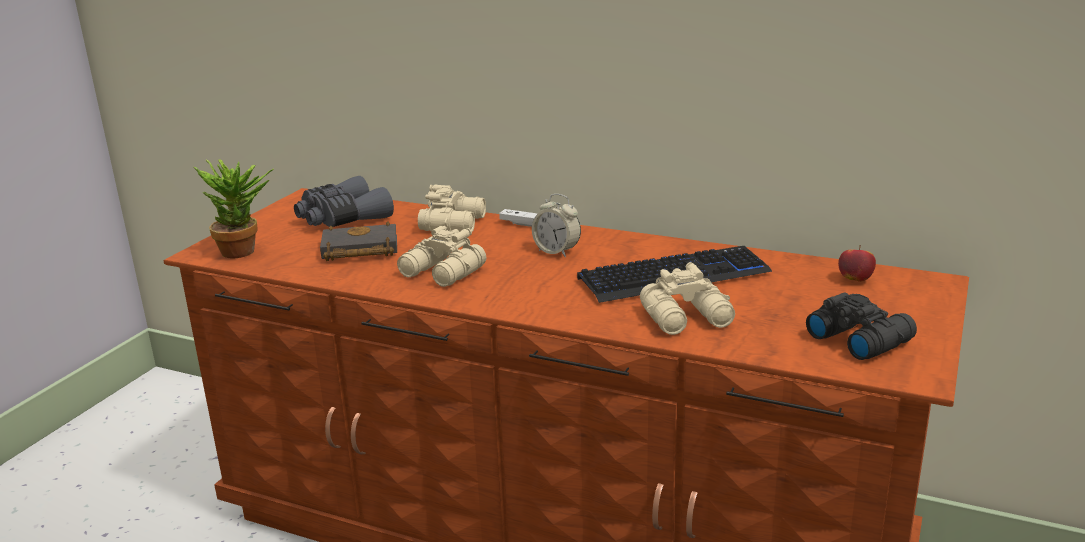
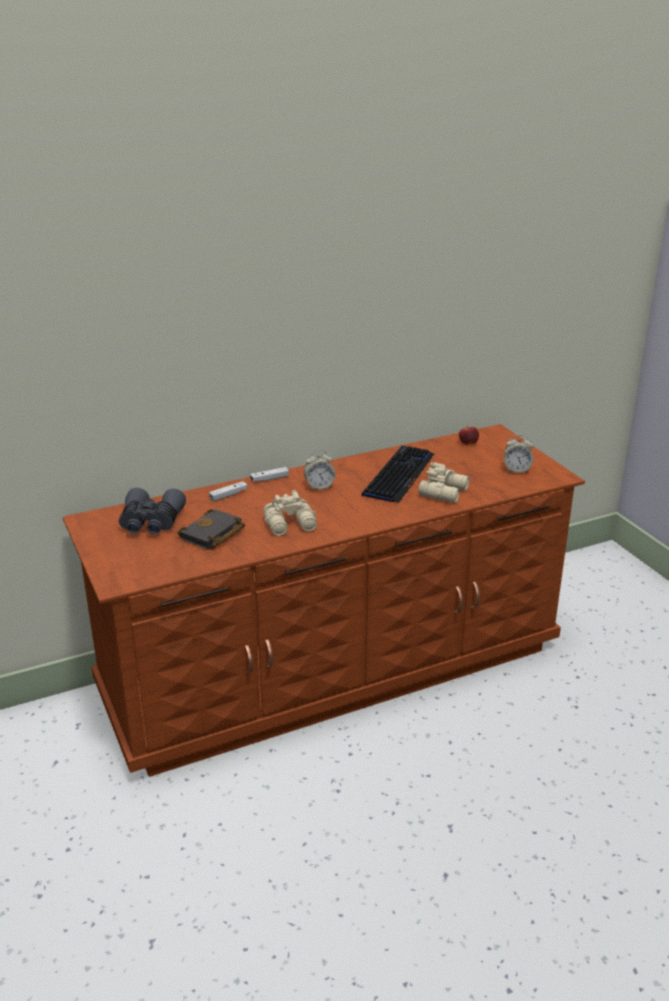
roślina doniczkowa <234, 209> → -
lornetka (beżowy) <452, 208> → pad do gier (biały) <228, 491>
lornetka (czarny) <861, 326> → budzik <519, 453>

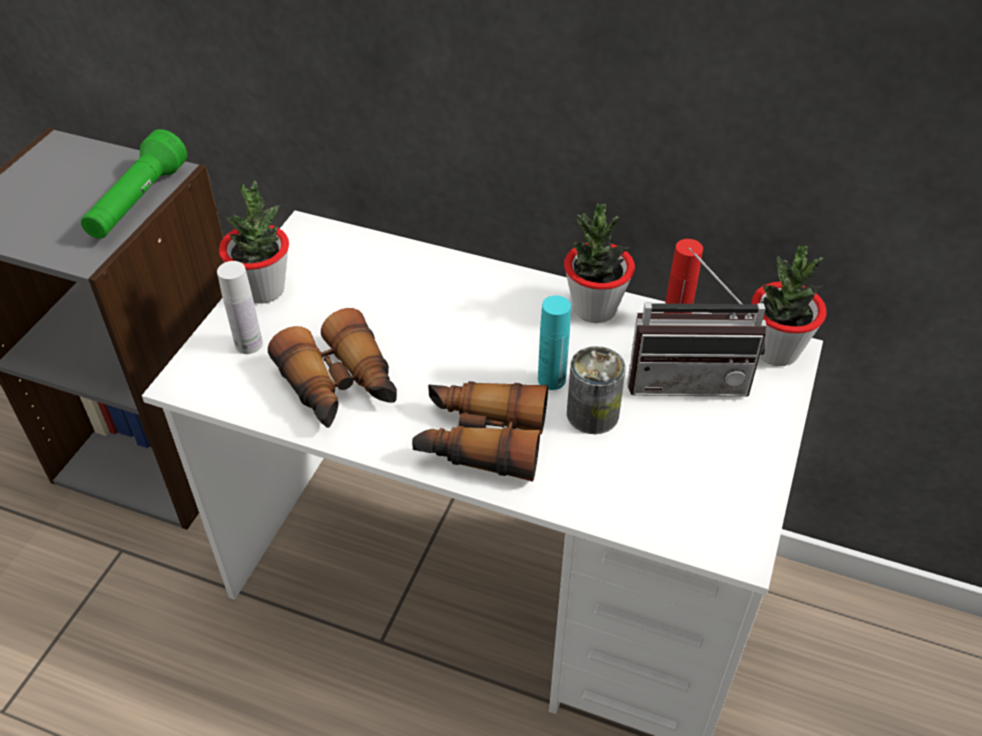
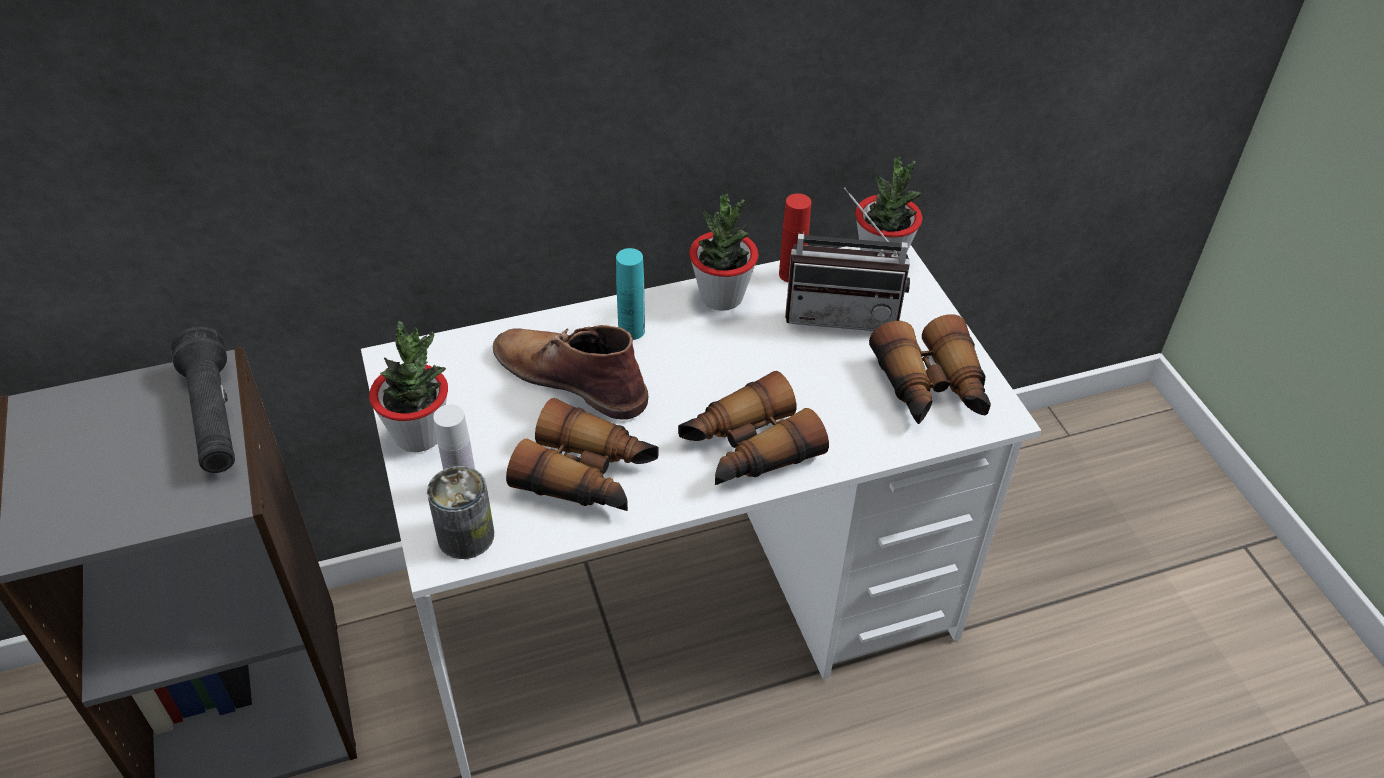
latarka (zielony) <134, 184> → latarka (czarny) <203, 399>
butelka (turkusowy) <554, 342> → butelka (turkusowy) <630, 294>, move
puszka <596, 390> → puszka <460, 512>, move
radio <697, 322> → radio <847, 259>, 45 degrees clockwise
- → but z cholewką (brązowy) <570, 372>
- → lornetka <930, 369>

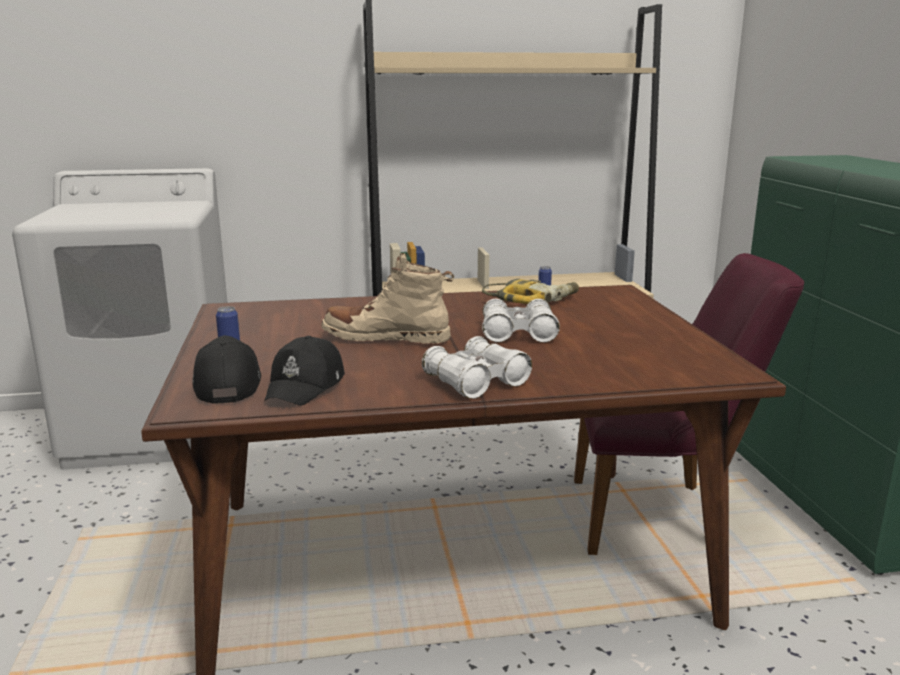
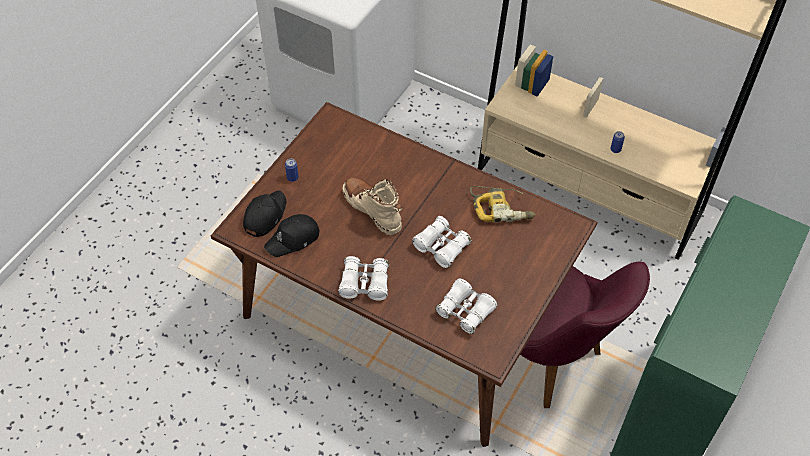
- → lornetka (biały) <466, 306>

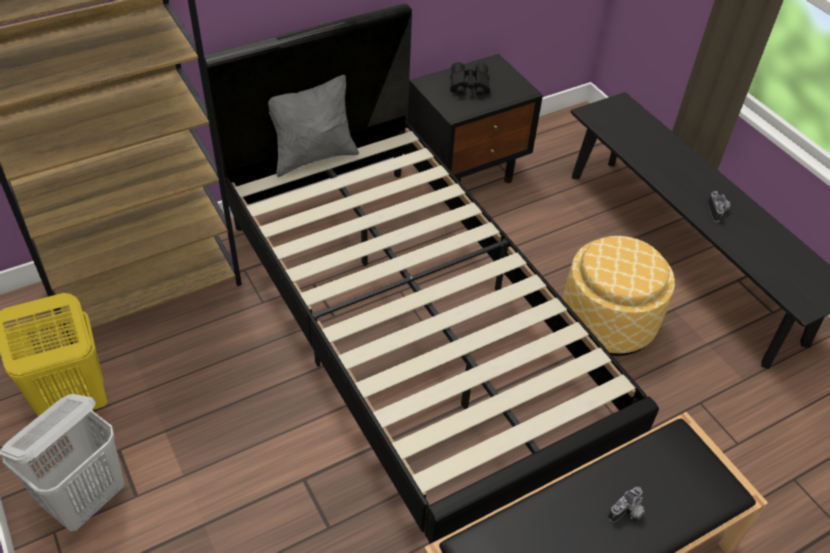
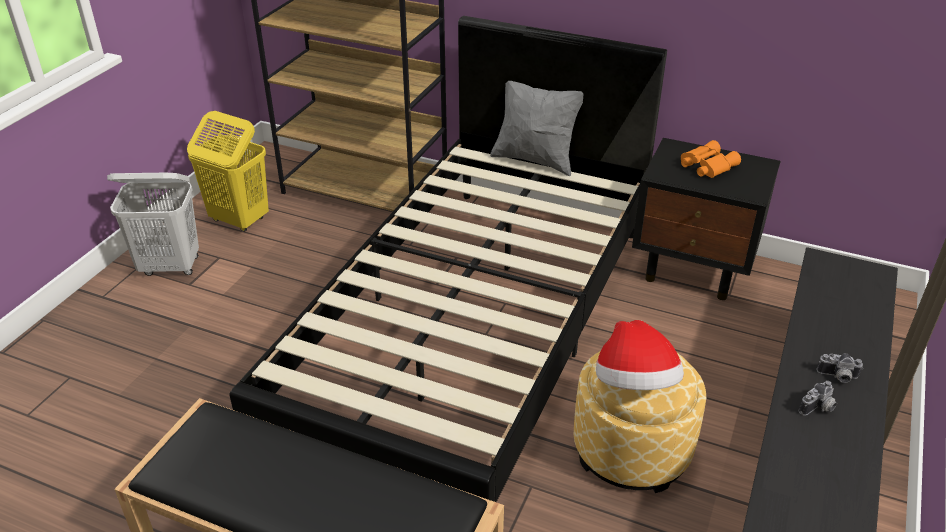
lornetka (czarny) <470, 79> → lornetka (pomarańczowy) <711, 159>
aparat fotograficzny <626, 505> → aparat fotograficzny <839, 368>, move
- → kapelusz <640, 355>

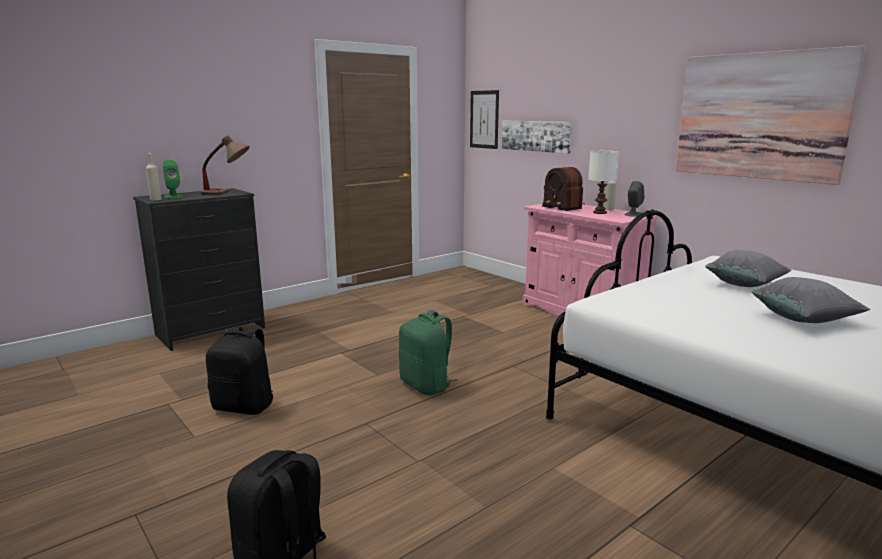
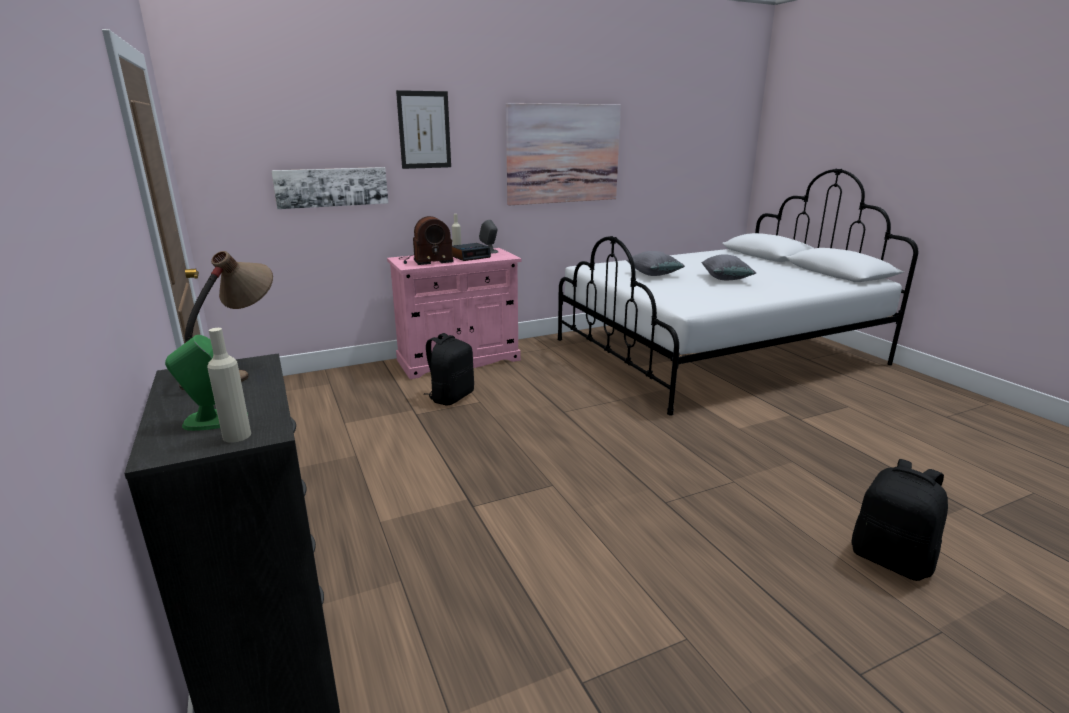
plecak (czarny) <239, 370> → plecak (czarny) <449, 369>, move
plecak (zielony) <428, 352> → -
obraz <484, 119> → obraz <423, 129>, move
lampa stołowa (biały) <603, 182> → budzik <471, 252>

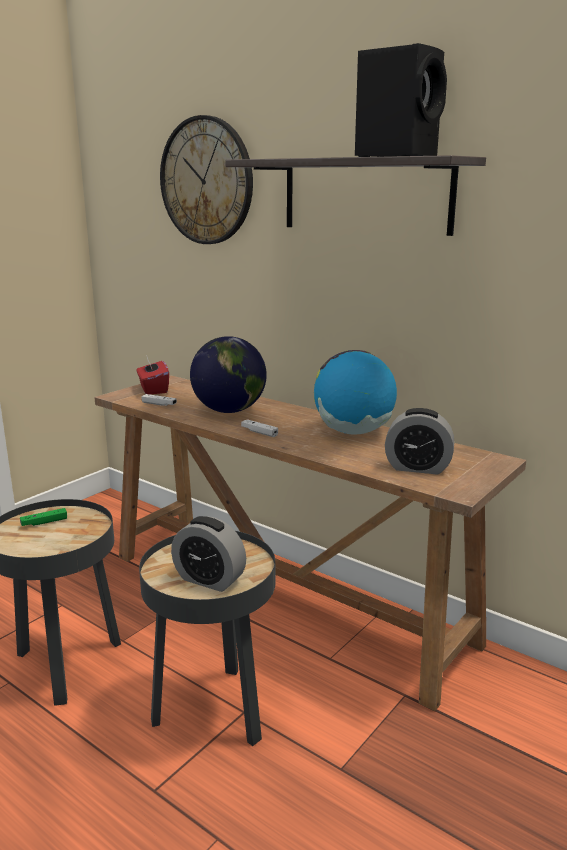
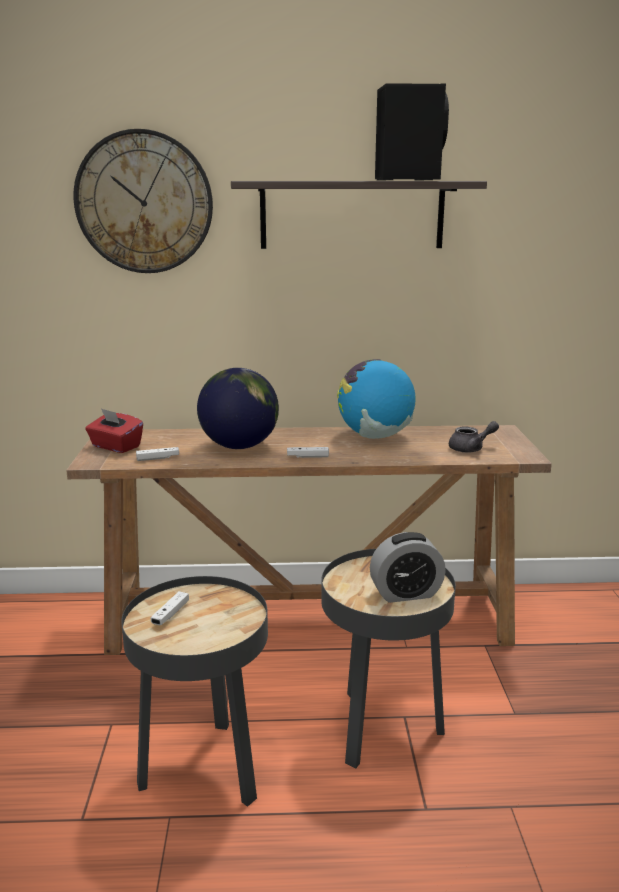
pad do gier (zielony) <43, 517> → pad do gier (biały) <170, 608>
budzik <419, 441> → imbryk (szary) <474, 437>

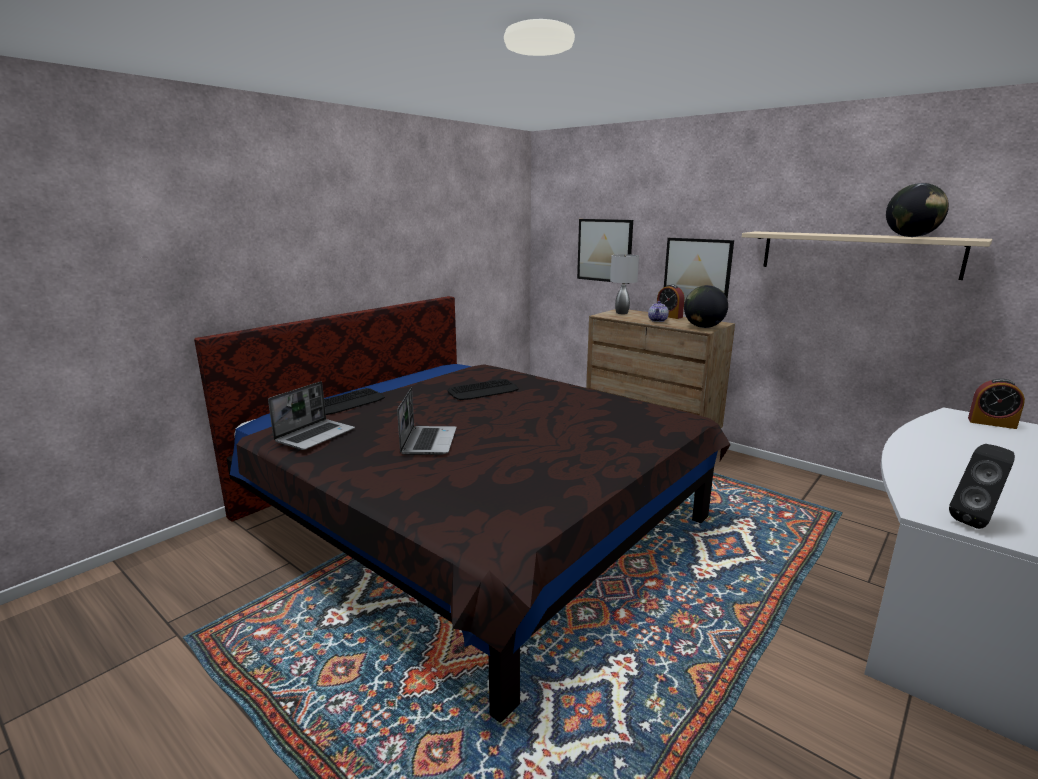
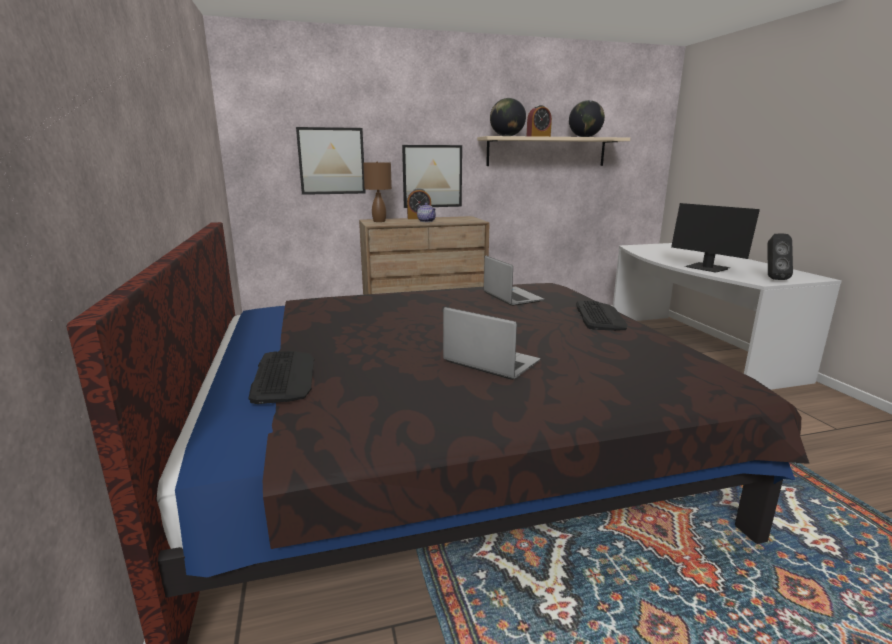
laptop <311, 415> → laptop <514, 280>, move
klawiatura <483, 389> → klawiatura <602, 315>, move
lampa stołowa (szary) <624, 284> → lampa stołowa (brązowy) <377, 192>
globus <706, 306> → globus <508, 117>, move
budzik <996, 403> → budzik <539, 121>, move
- → monitor <715, 238>

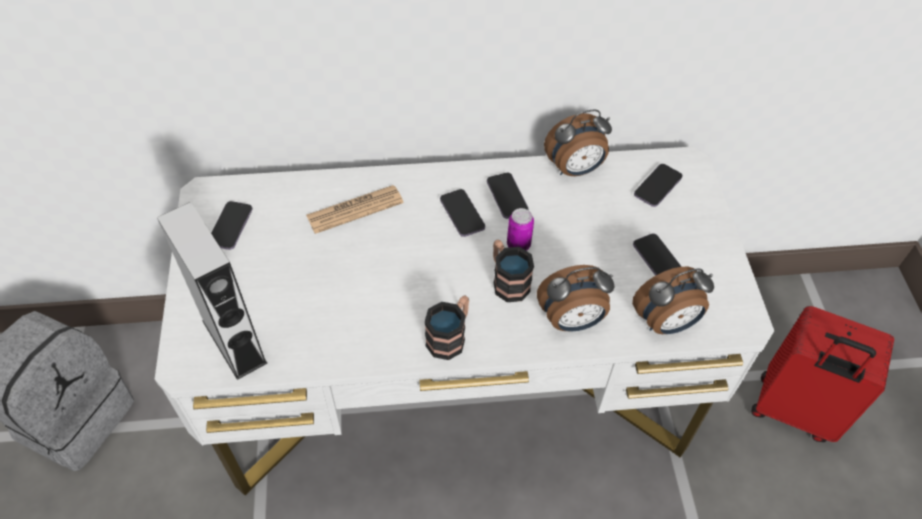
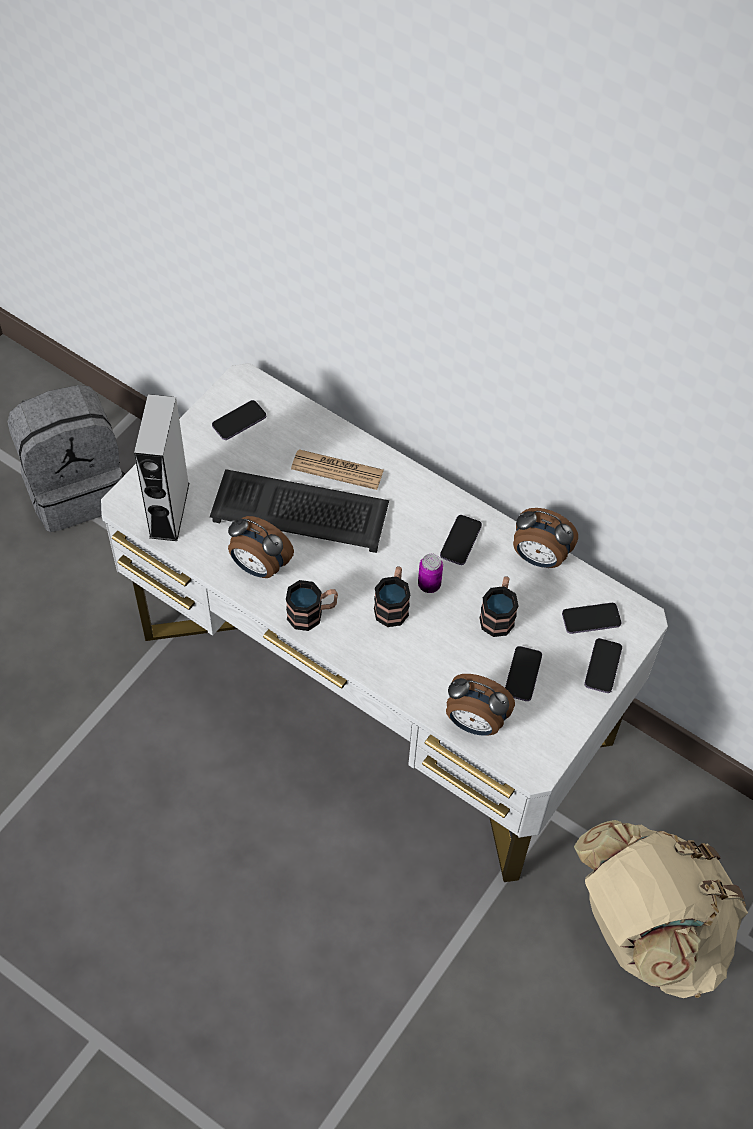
telefon <462, 213> → telefon <603, 665>, move
budzik <576, 298> → budzik <261, 547>, move
walizka (czerwony) <822, 374> → plecak (beżowy) <661, 909>
- → klawiatura <299, 511>
- → kubek <499, 606>

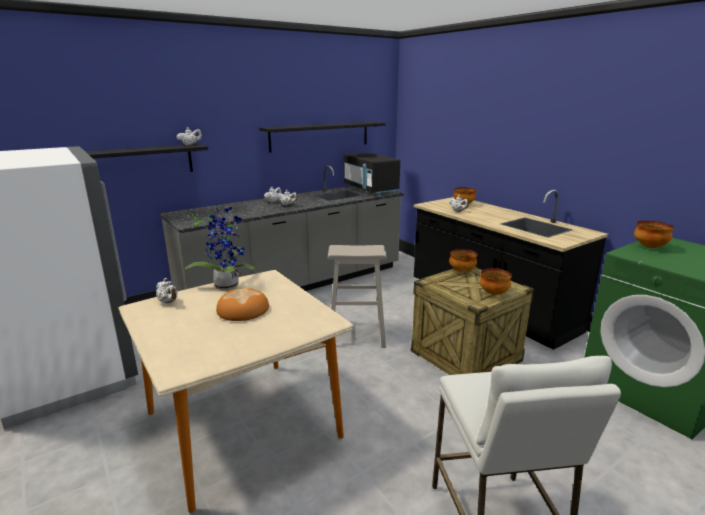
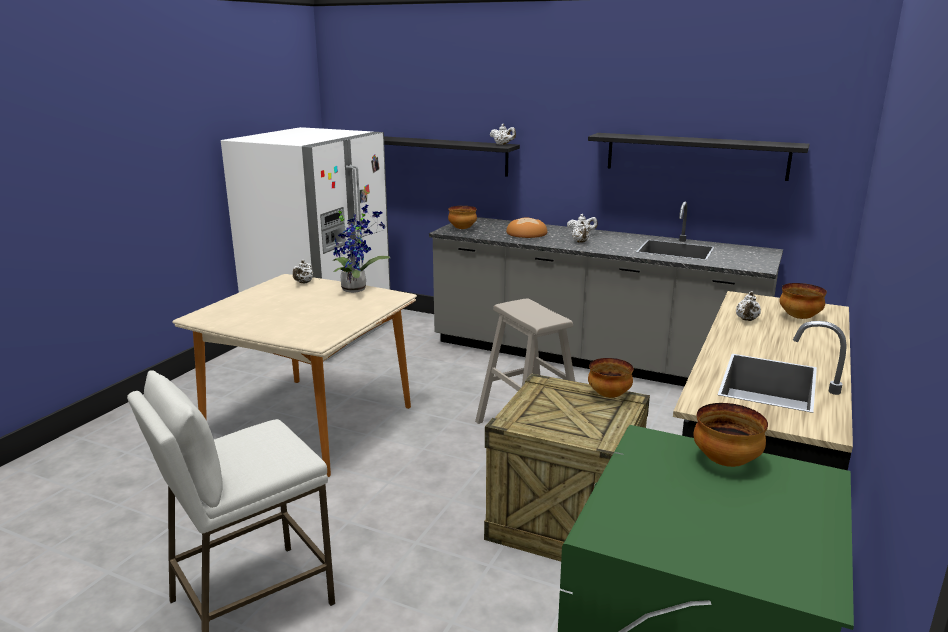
chleb <242, 304> → chleb <526, 228>, move
mikrofalówka (czarny) <372, 174> → -
miska <495, 281> → miska <462, 217>, move

